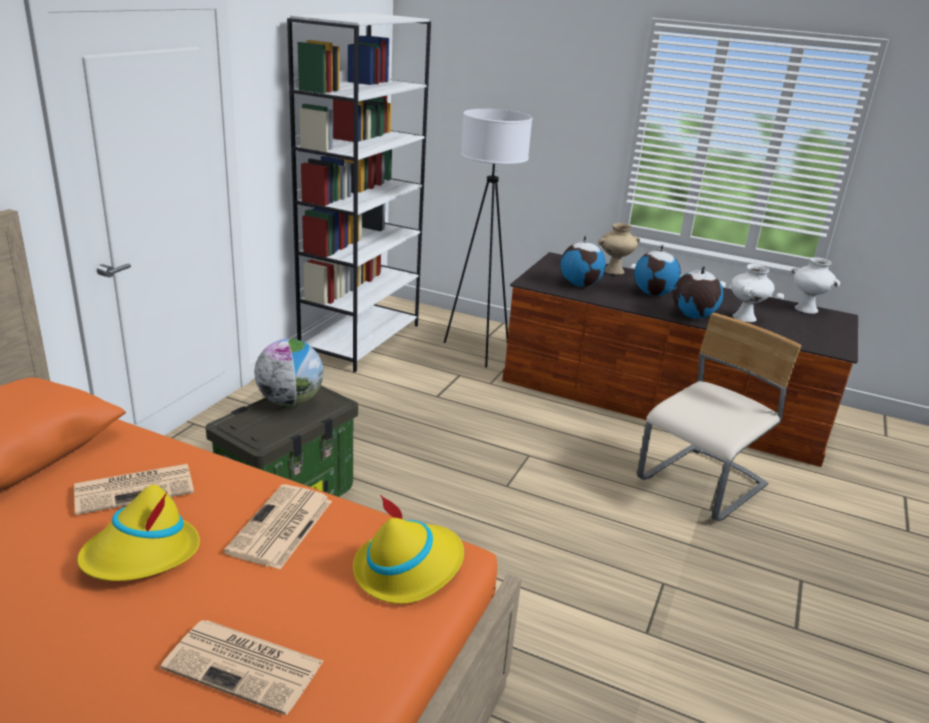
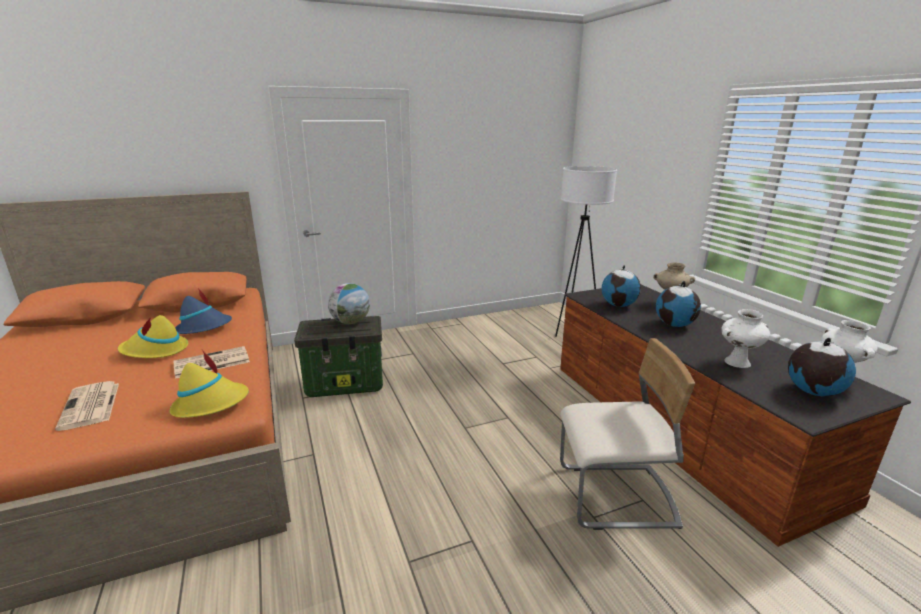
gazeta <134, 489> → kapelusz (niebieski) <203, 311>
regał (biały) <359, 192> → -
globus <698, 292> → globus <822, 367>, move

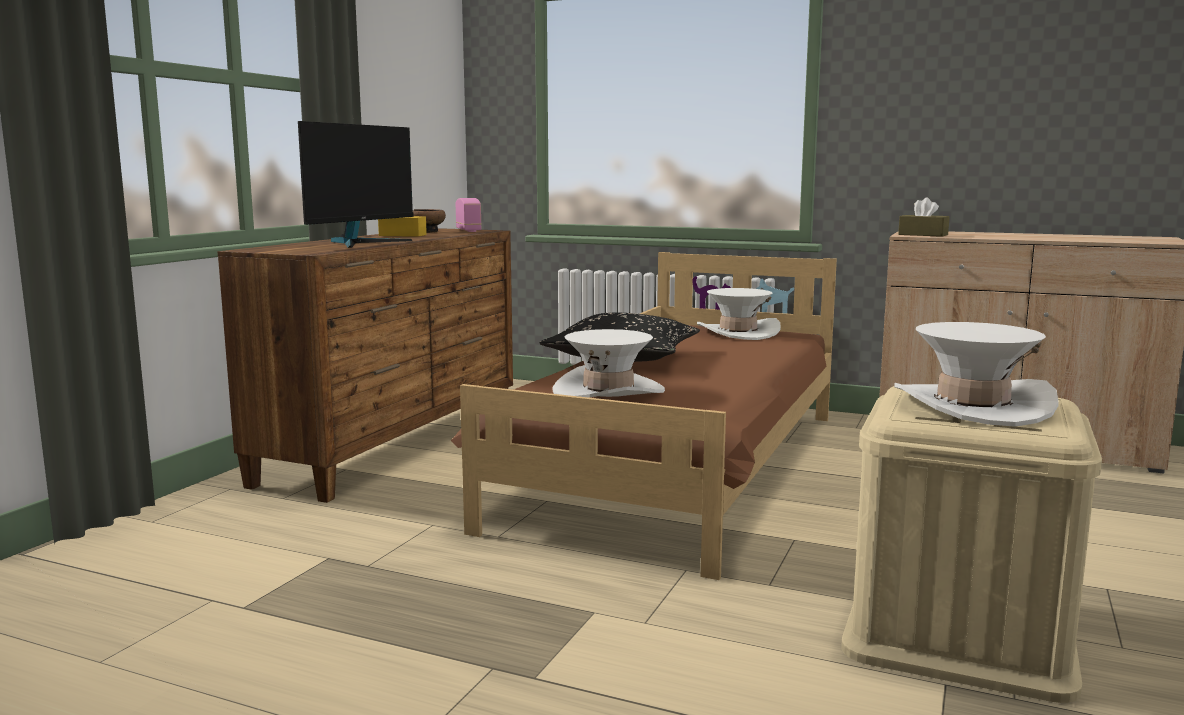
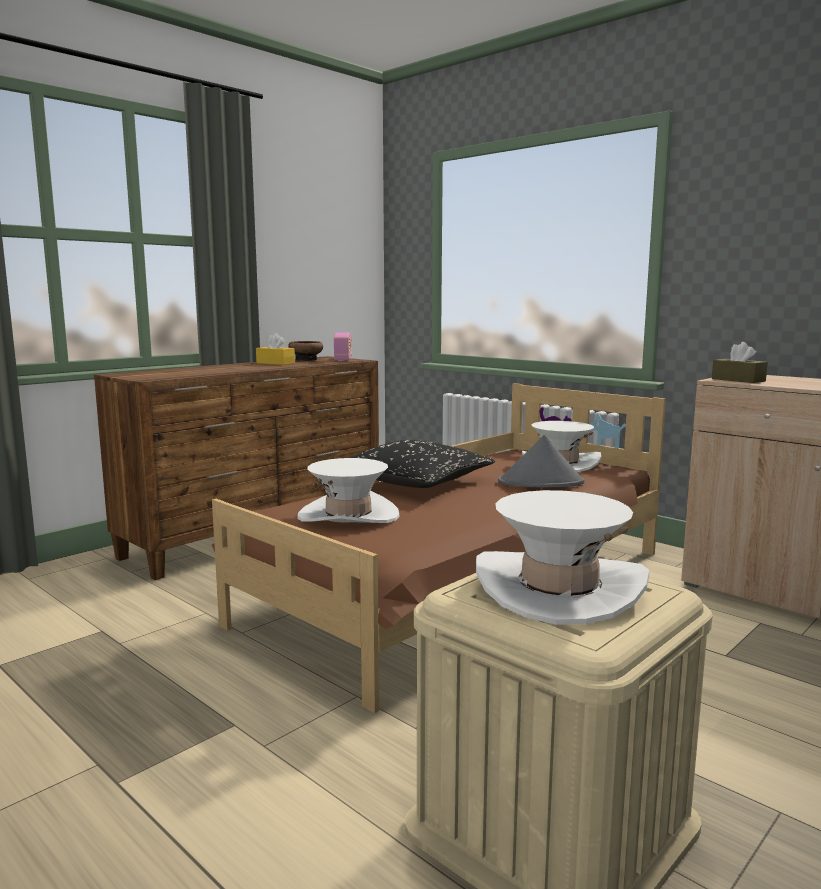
monitor <355, 184> → -
- → kapelusz (szary) <541, 461>

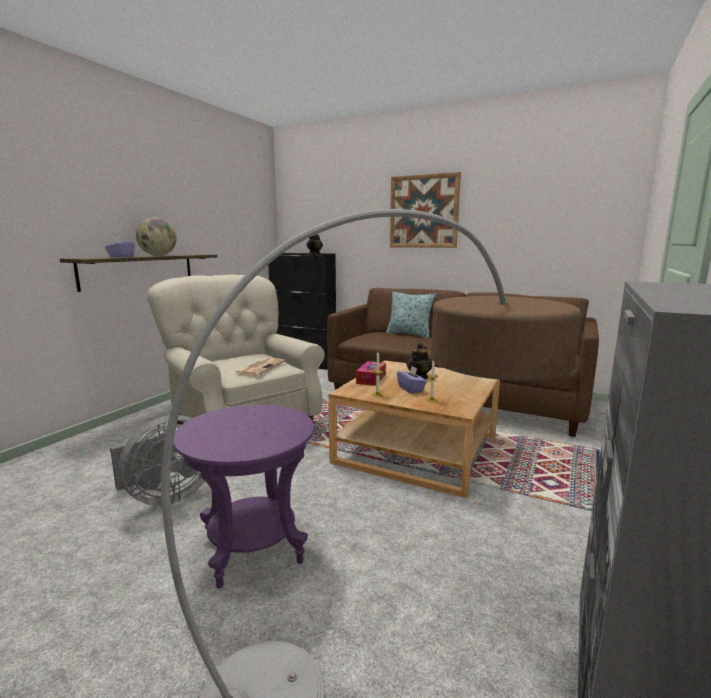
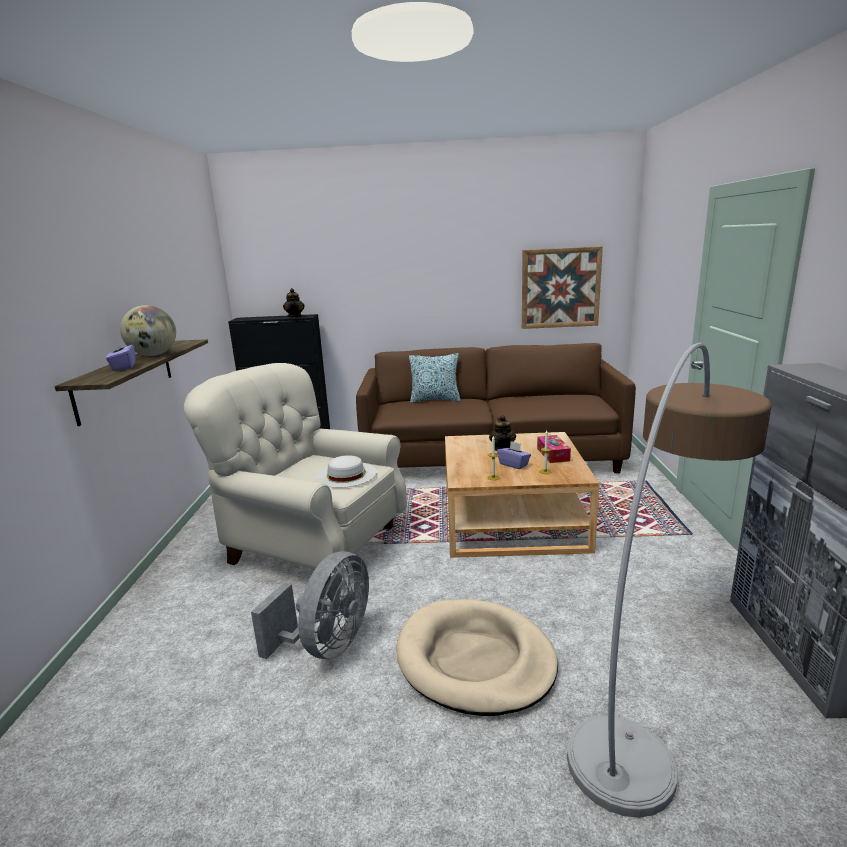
stolik (fioletowy) <243, 496> → legowisko (beżowy) <477, 657>
gazeta <259, 367> → kapelusz (biały) <346, 471>
pudełko chusteczek <371, 373> → pudełko chusteczek <554, 449>, move
obraz <425, 210> → obraz <562, 287>, move

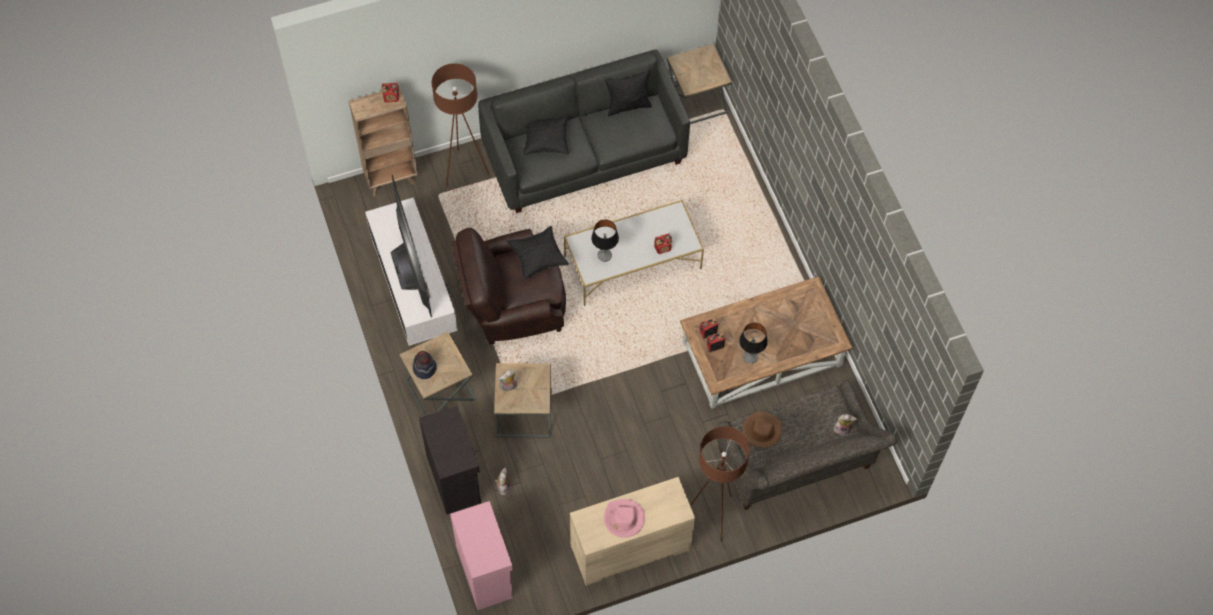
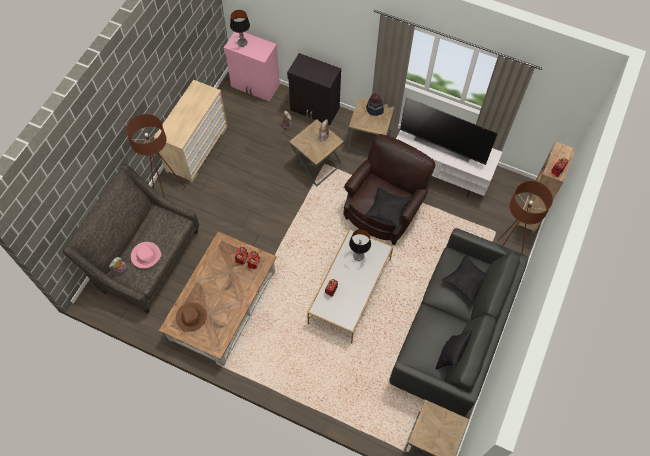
kapelusz (różowy) <624, 518> → kapelusz (różowy) <146, 255>, move
lampa stołowa <753, 343> → lampa stołowa <240, 28>, move
kapelusz (brązowy) <762, 430> → kapelusz (brązowy) <191, 317>, move

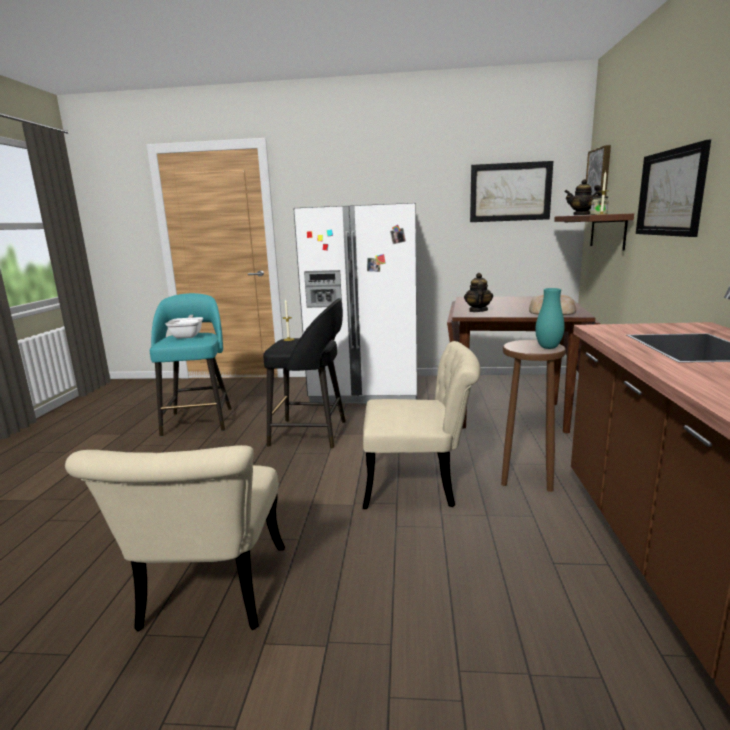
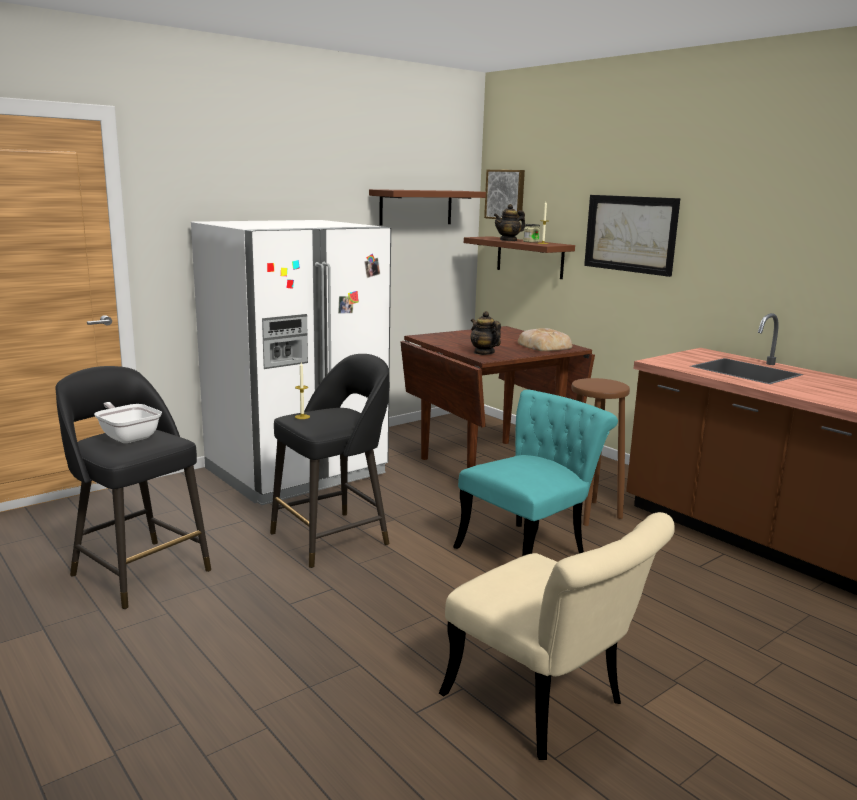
stołek (turkusowy) <191, 365> → stołek (czarny) <133, 487>
krzesło (beżowy) <421, 425> → krzesło (turkusowy) <535, 472>
obraz <511, 191> → półka (brązowy) <427, 207>
wazon (turkusowy) <550, 318> → -

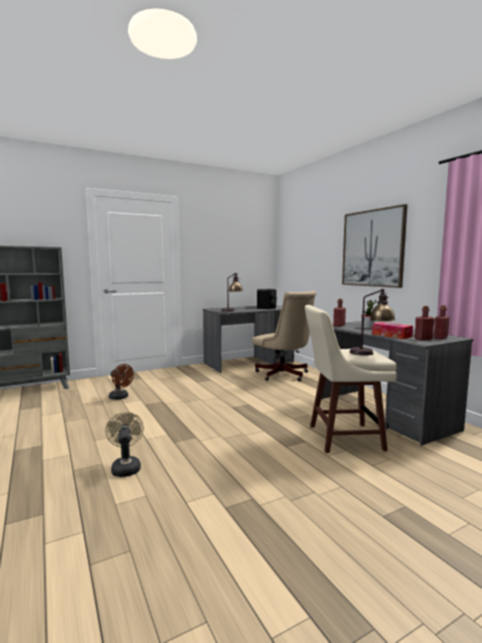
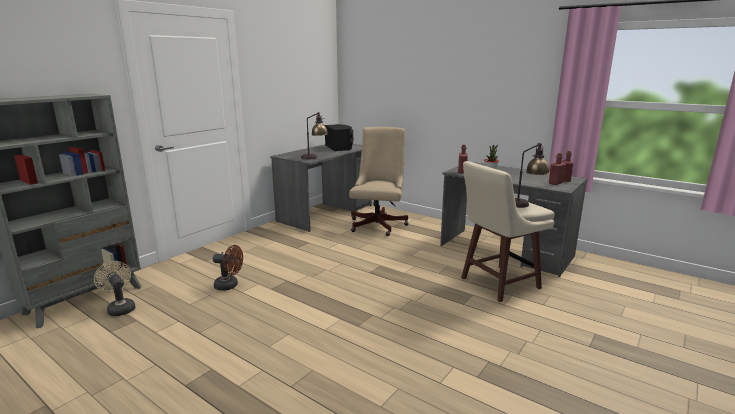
wentylator (beżowy) <124, 444> → wentylator (beżowy) <115, 288>, move
krzesło biurowe (beżowy) <284, 336> → krzesło biurowe (beżowy) <379, 181>, 105 degrees counterclockwise
obraz <374, 246> → -
pudełko chusteczek <392, 330> → -

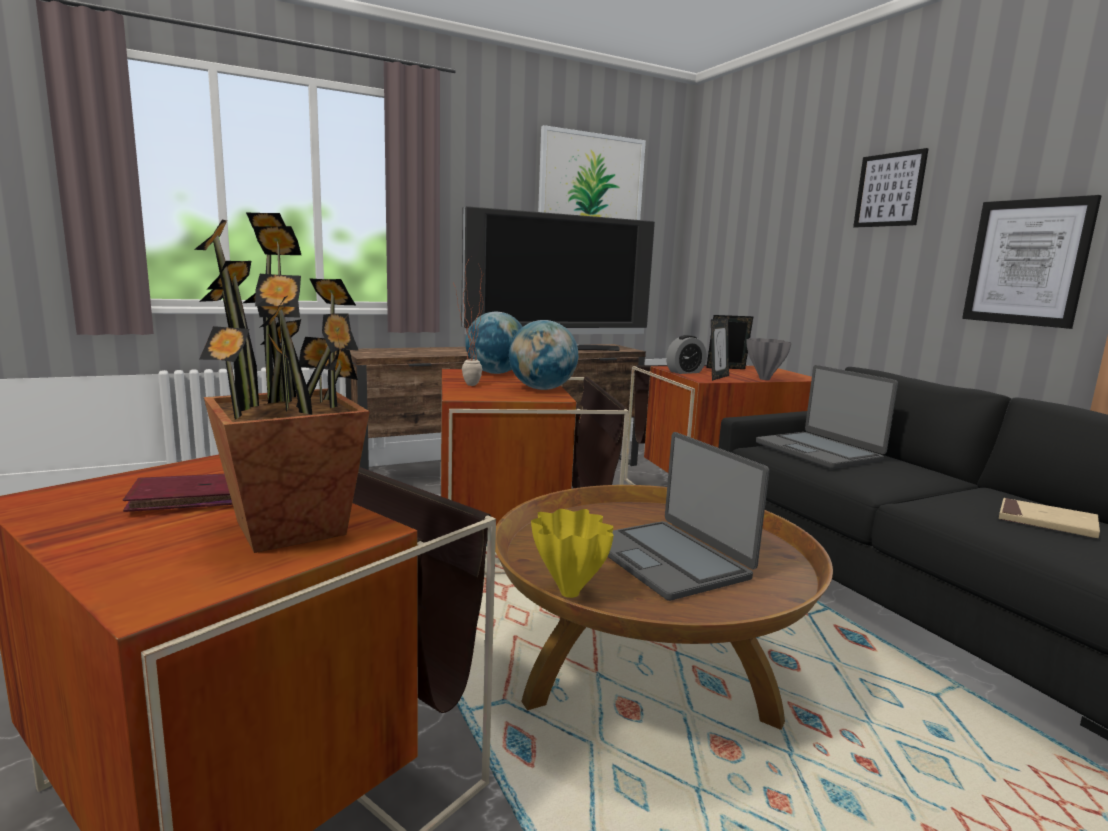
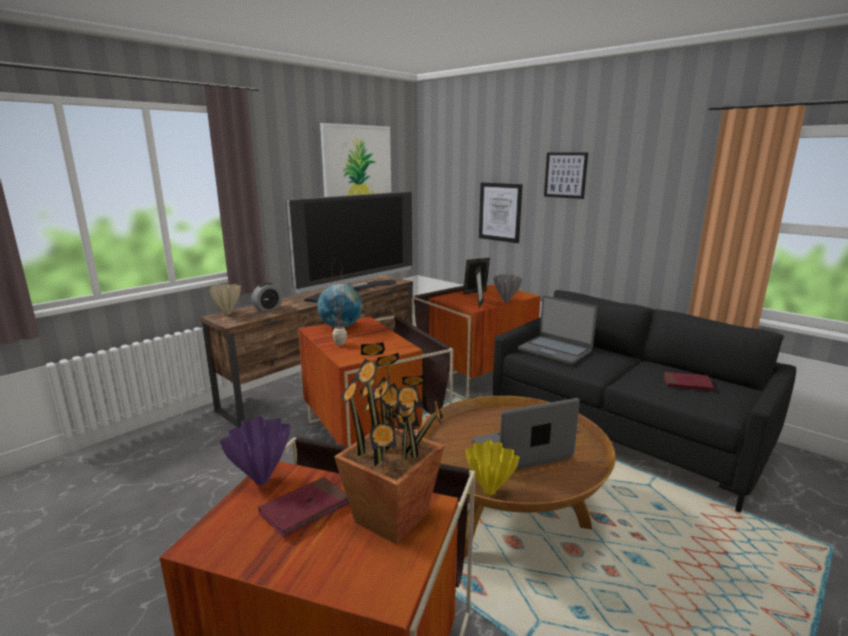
globus <543, 355> → -
laptop <688, 516> → laptop <526, 434>, 120 degrees clockwise
budzik <686, 354> → budzik <267, 297>, move
obraz <1031, 262> → obraz <500, 212>, move
książka (beżowy) <1049, 518> → książka (czerwony) <688, 381>
- → wazon (beżowy) <225, 299>
- → wazon (fioletowy) <255, 450>

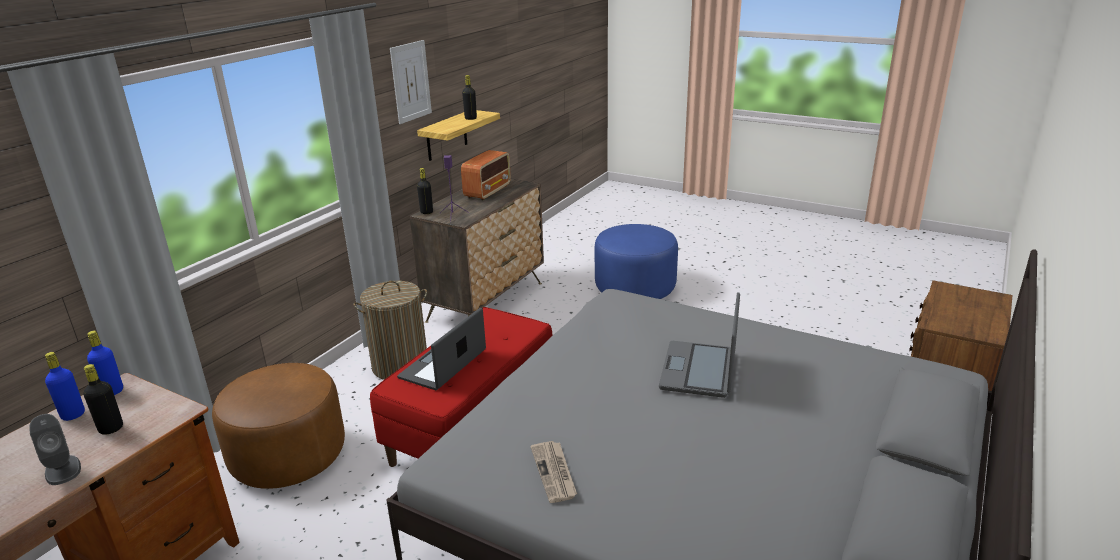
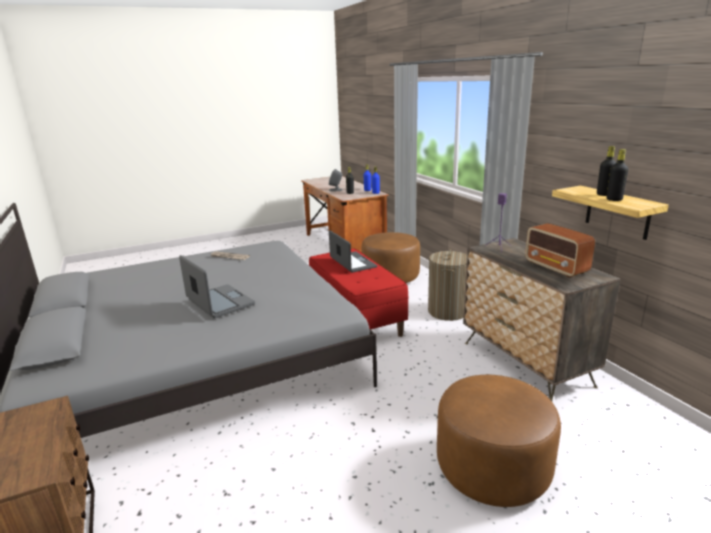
obraz <411, 82> → -
butelka (czarny) <425, 191> → butelka (czarny) <606, 171>, move
pufa (niebieski) <636, 261> → pufa (brązowy) <499, 441>

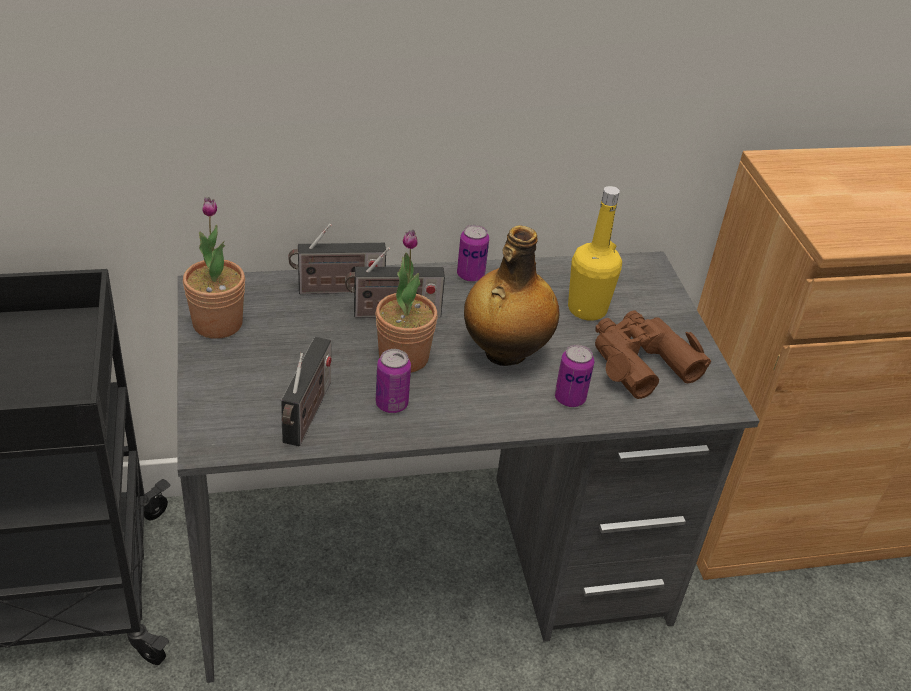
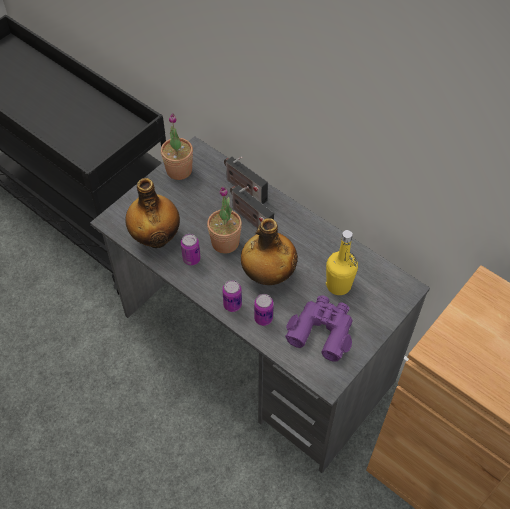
radio <306, 391> → butelka <152, 213>
puszka <473, 253> → puszka <232, 296>, move
lornetka (brązowy) <653, 355> → lornetka (fioletowy) <319, 328>

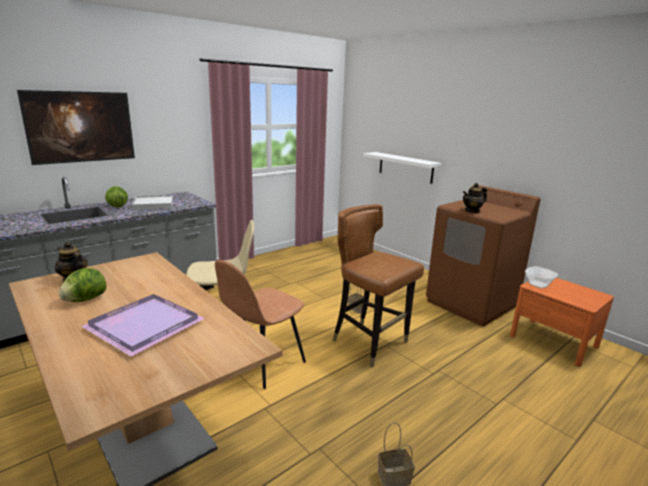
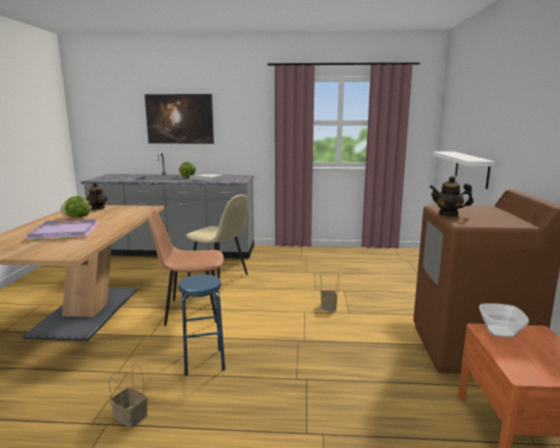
krzesło (brązowy) <378, 285> → -
- → stołek (niebieski) <202, 325>

